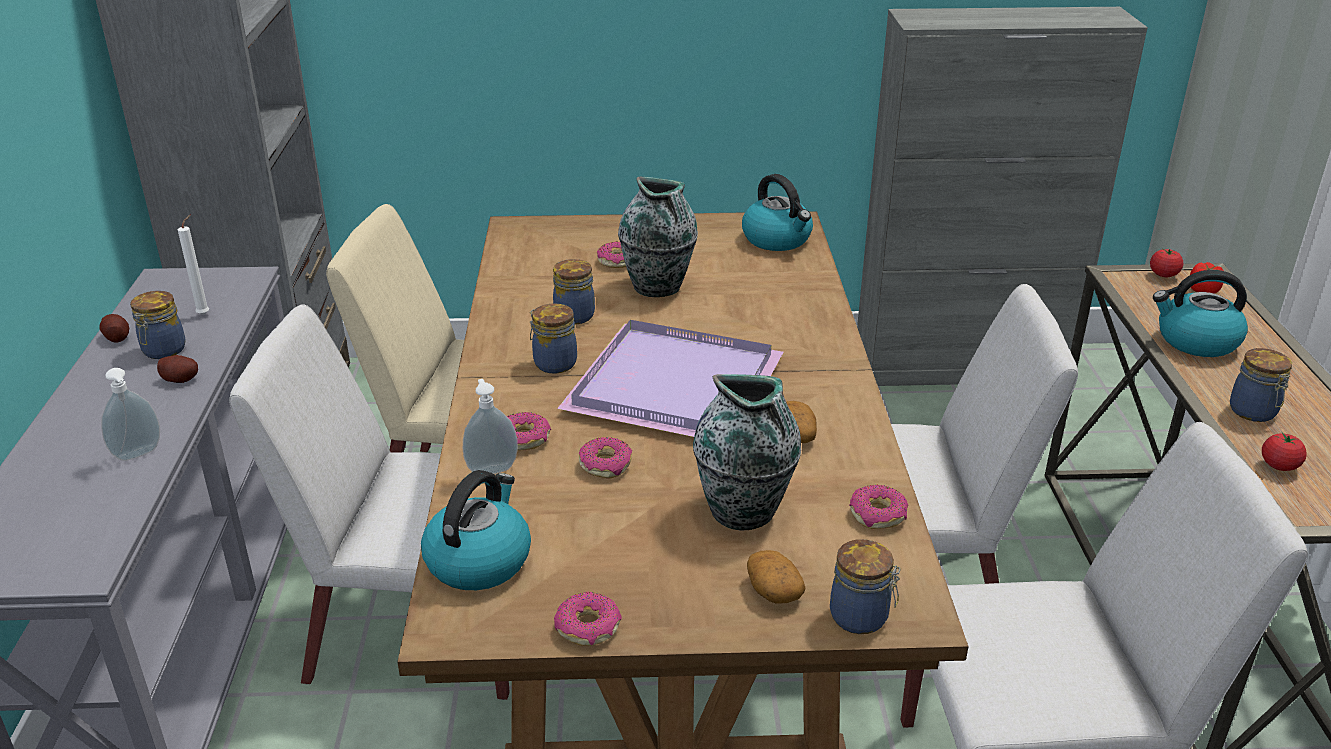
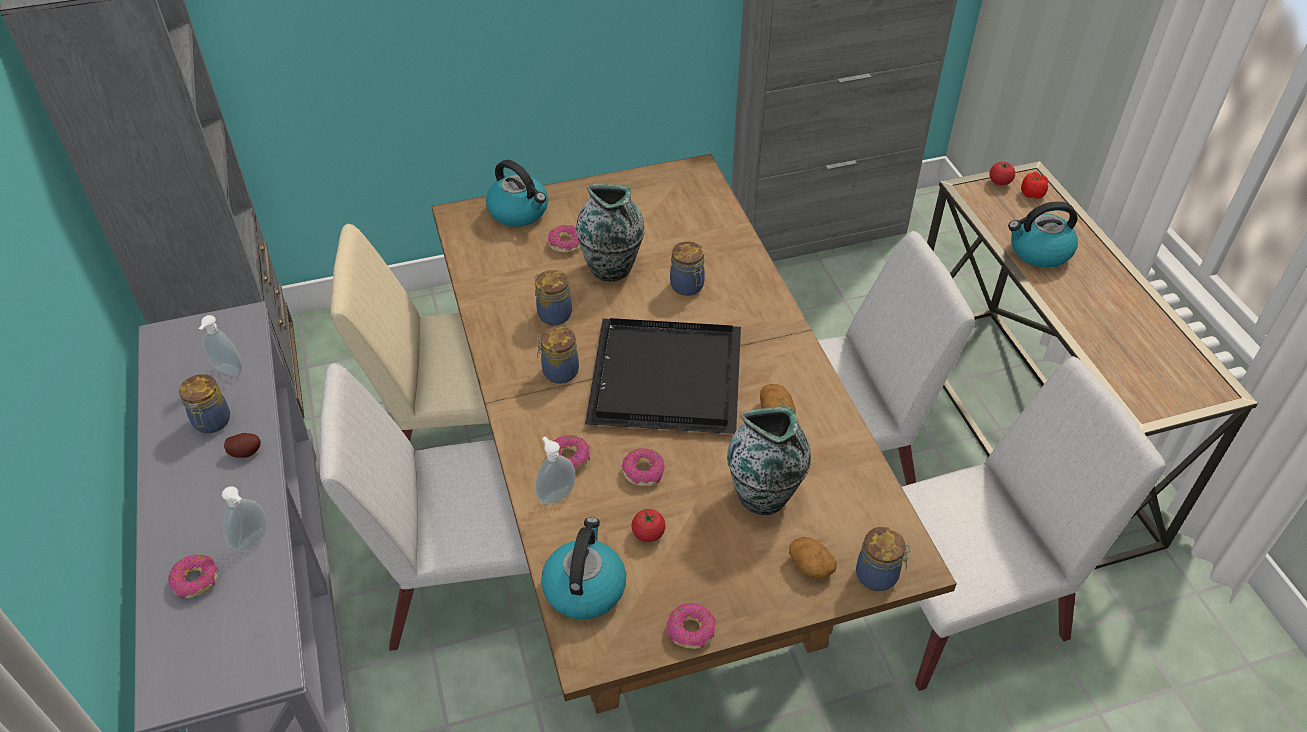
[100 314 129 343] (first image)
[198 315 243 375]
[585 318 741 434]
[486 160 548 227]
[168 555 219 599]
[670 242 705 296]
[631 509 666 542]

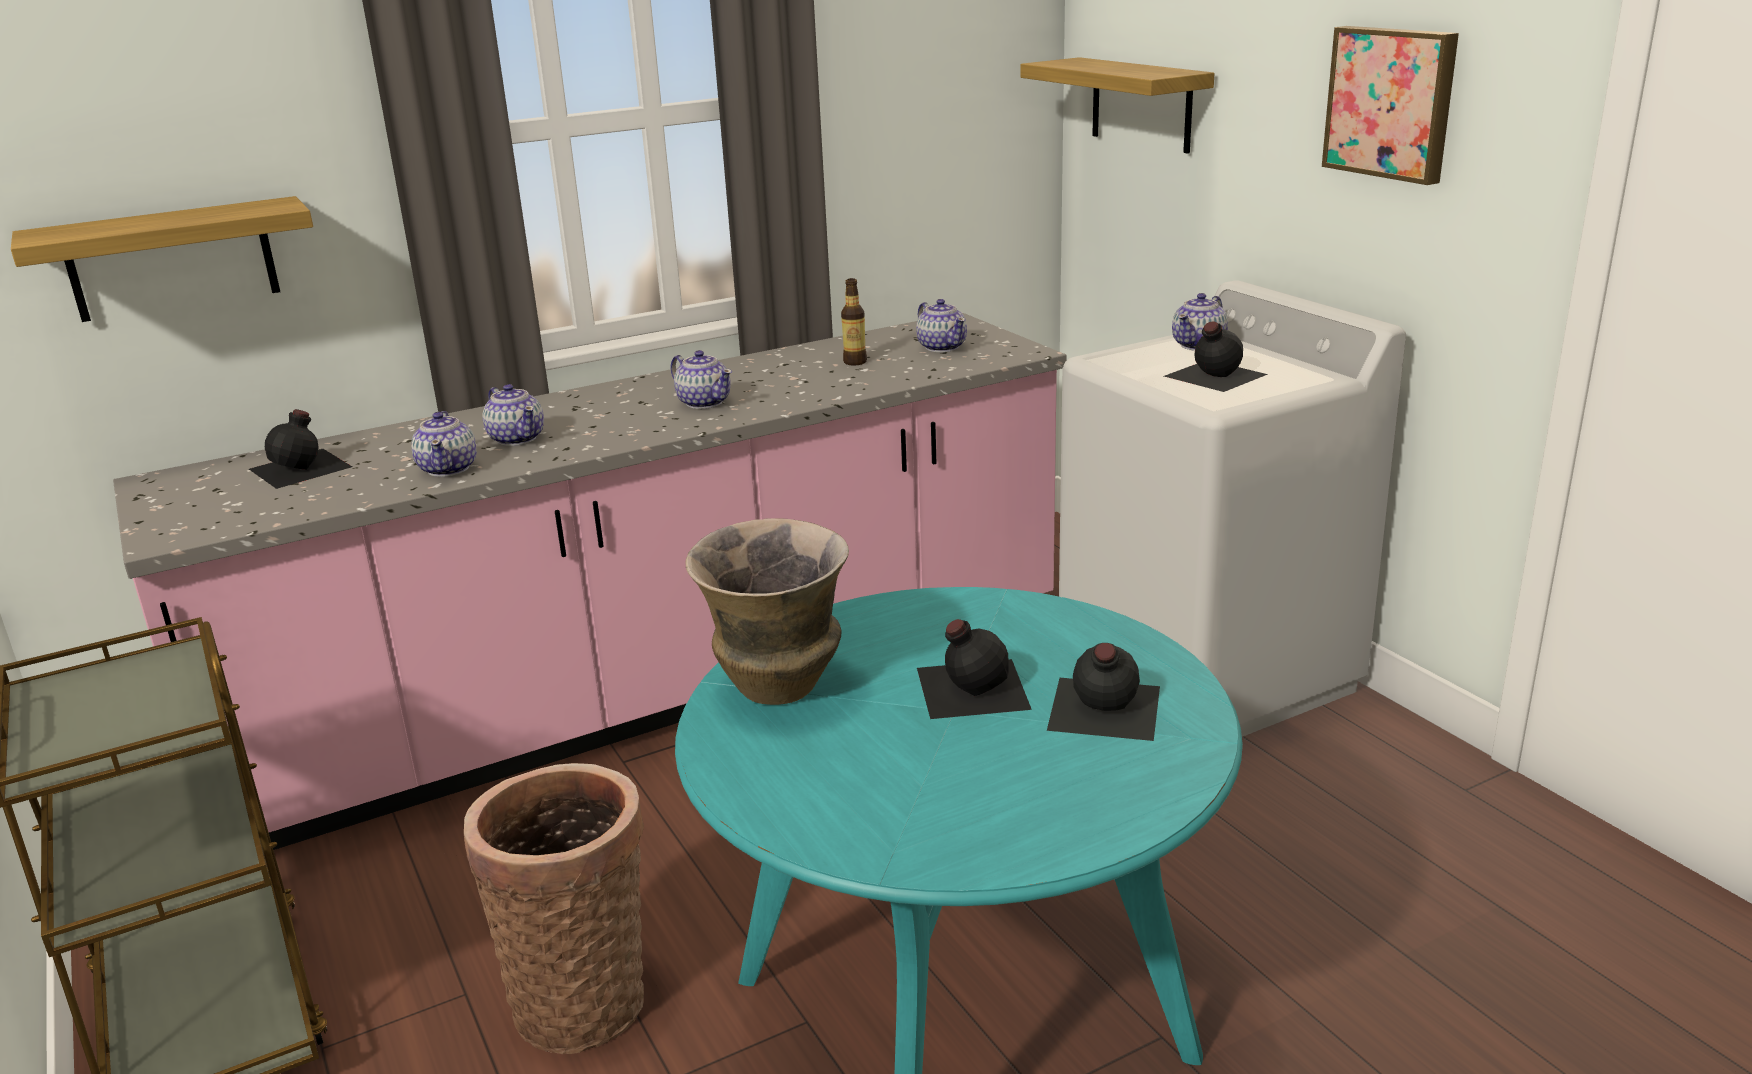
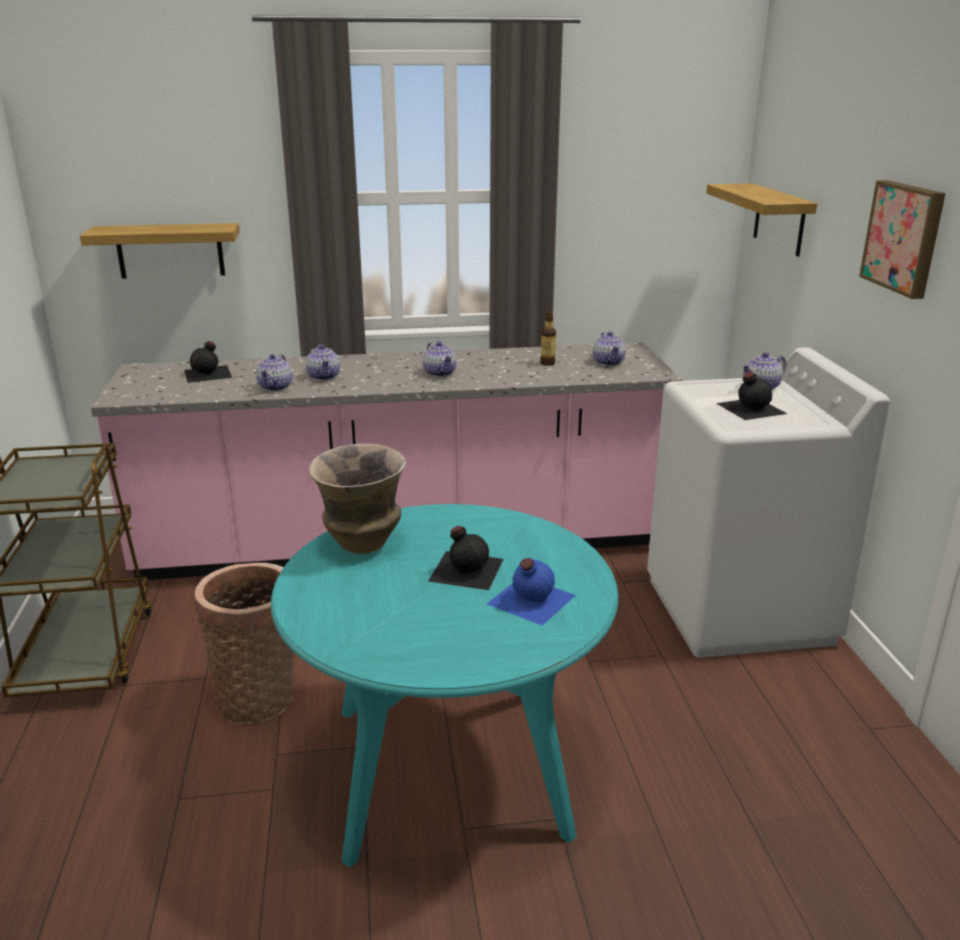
[487 558 576 626]

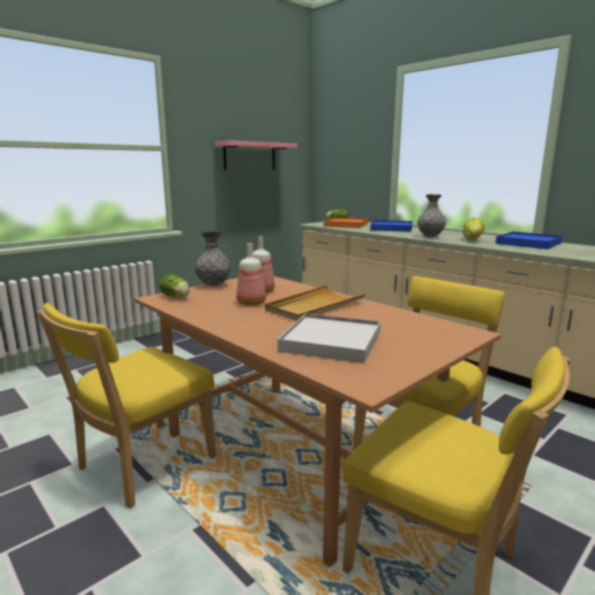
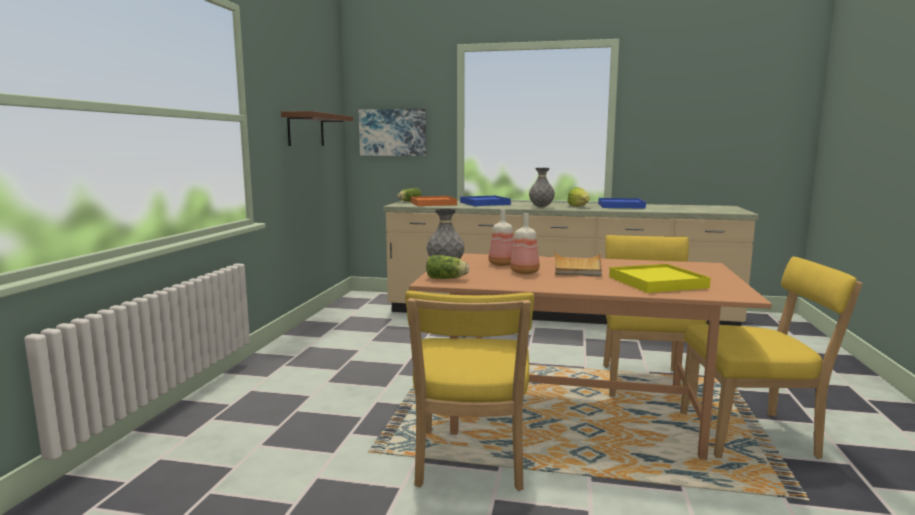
[281 111 353 146]
[609 264 711 293]
[359 109 426 156]

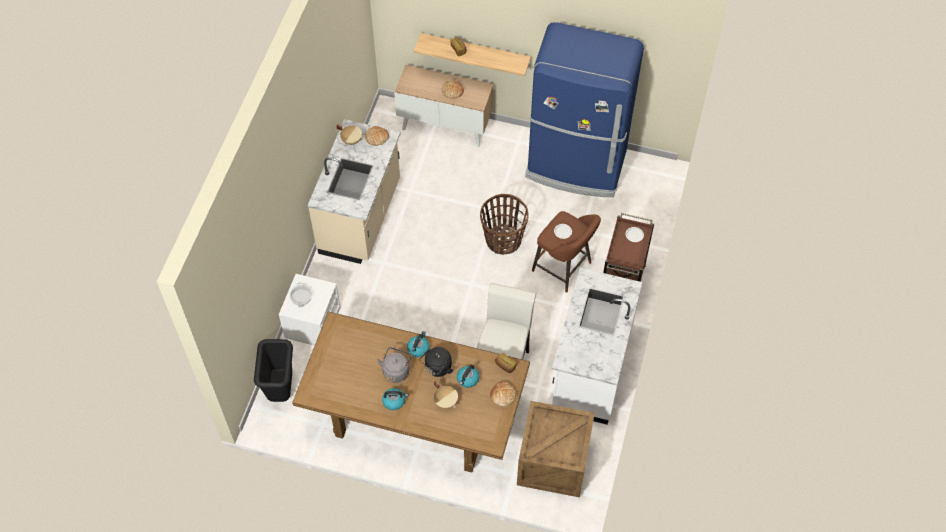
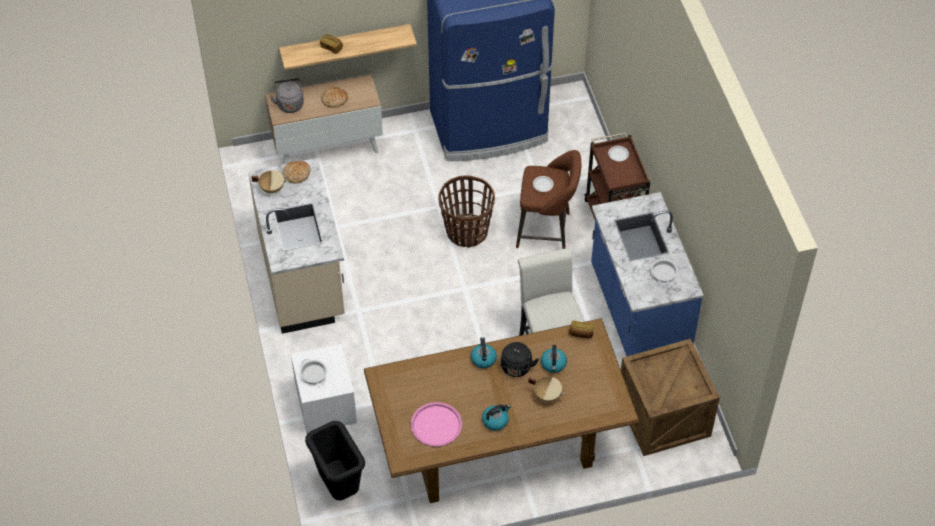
[270 78 304 113]
[490 381 516 406] (first image)
[591 192 704 356]
[411 402 462 447]
[651 256 678 284]

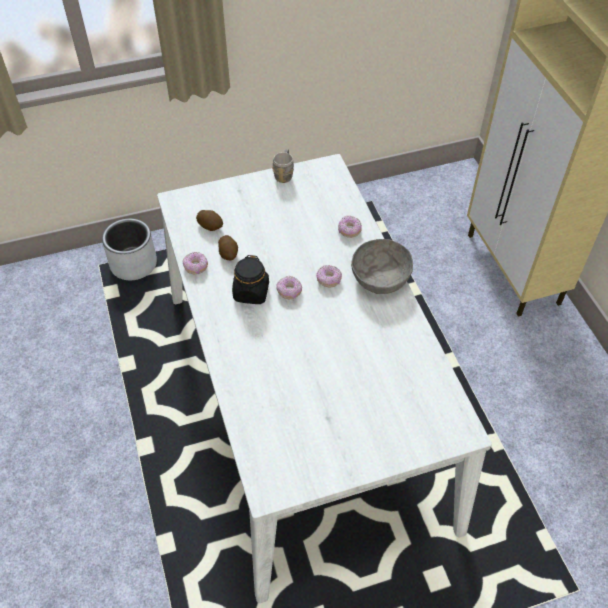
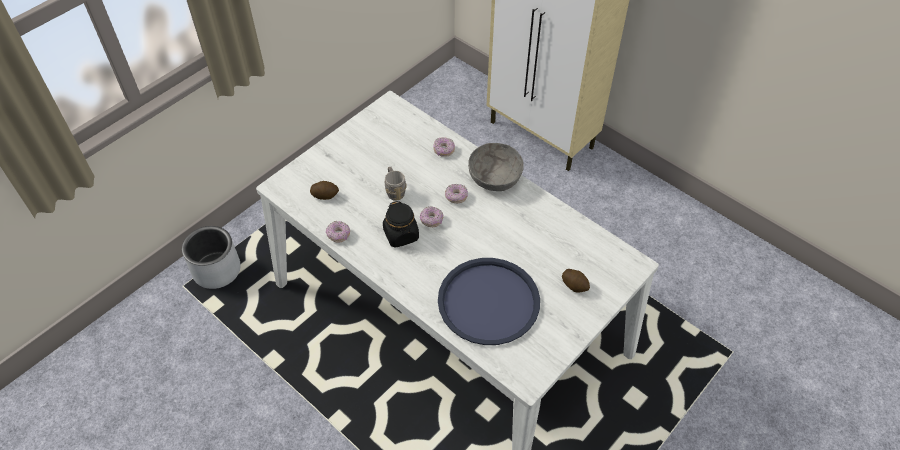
[562 269 590 293]
[385 167 407 201]
[438 258 540 345]

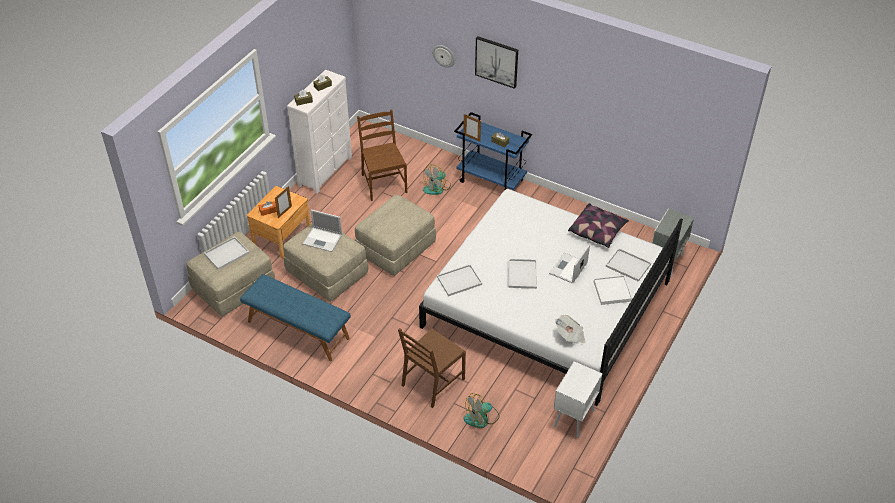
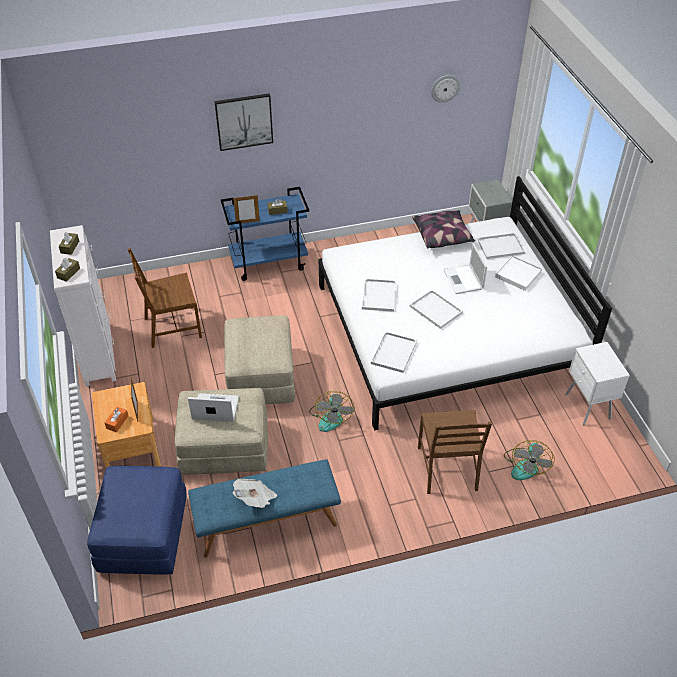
[87 466 187 575]
[362 279 396 312]
[188 393 239 422]
[128 248 202 348]
[309 391 355 432]
[431 75 461 103]
[232 479 277 508]

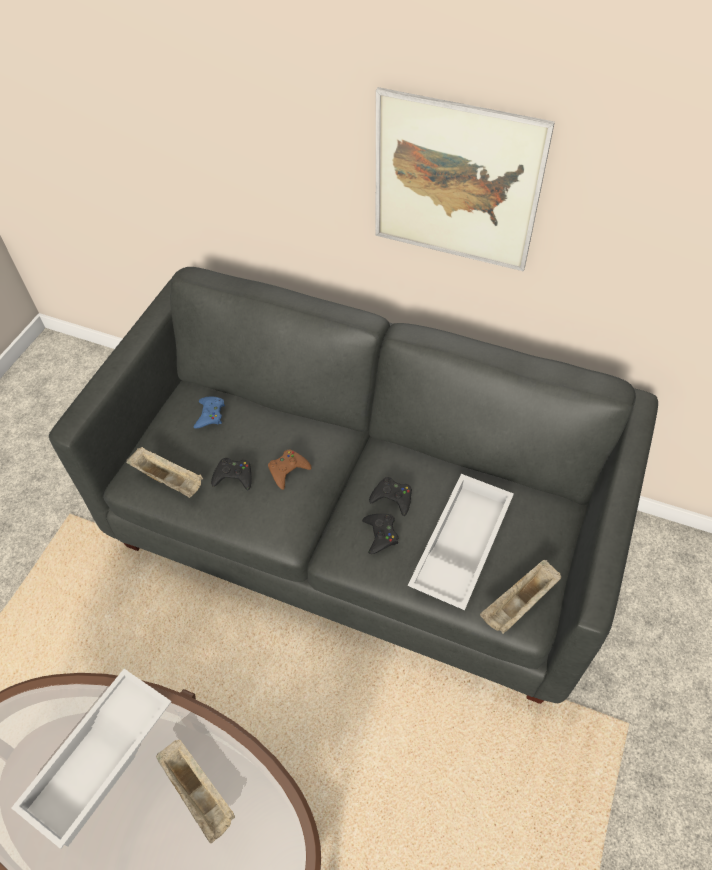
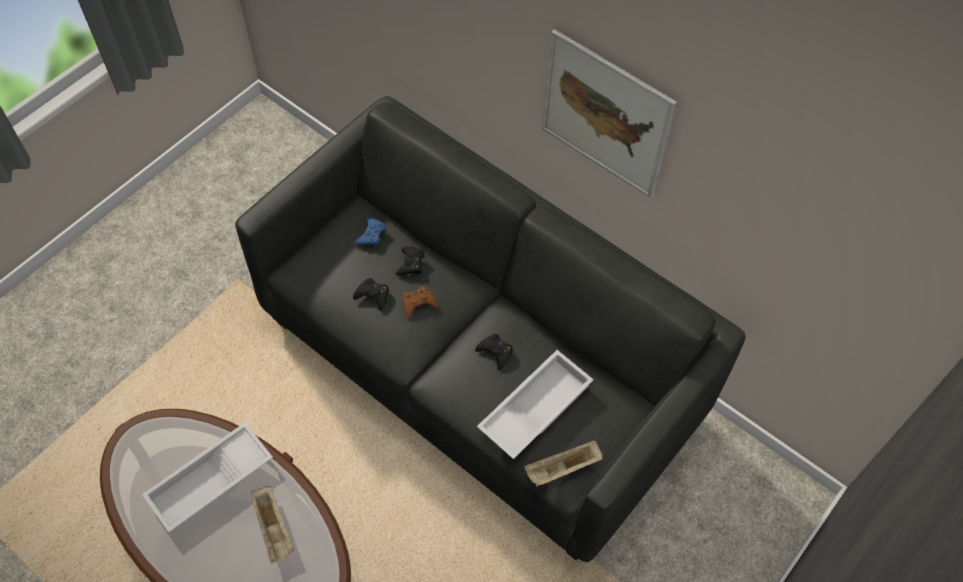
[126 447 203 498] (first image)
[396 247 425 275]

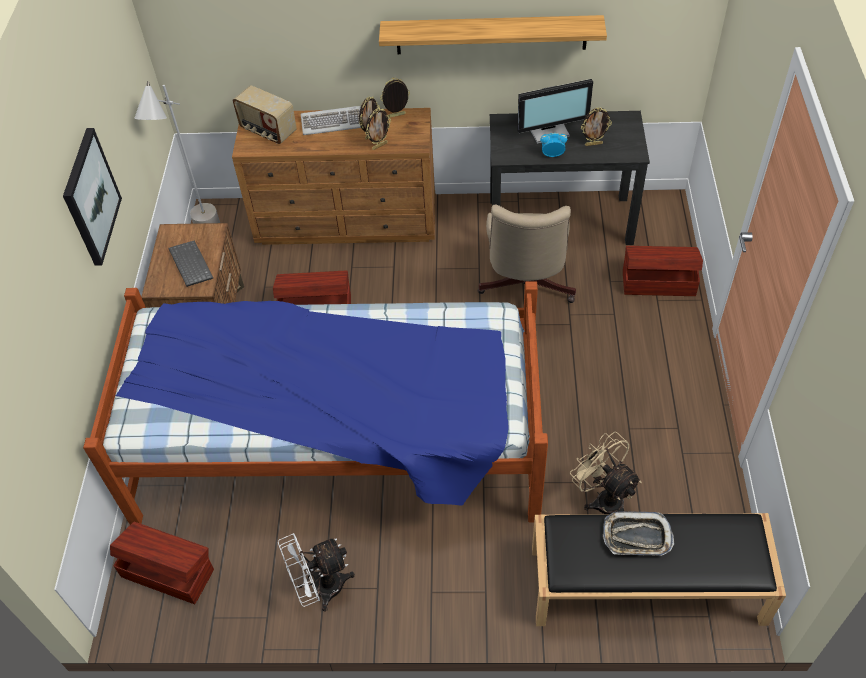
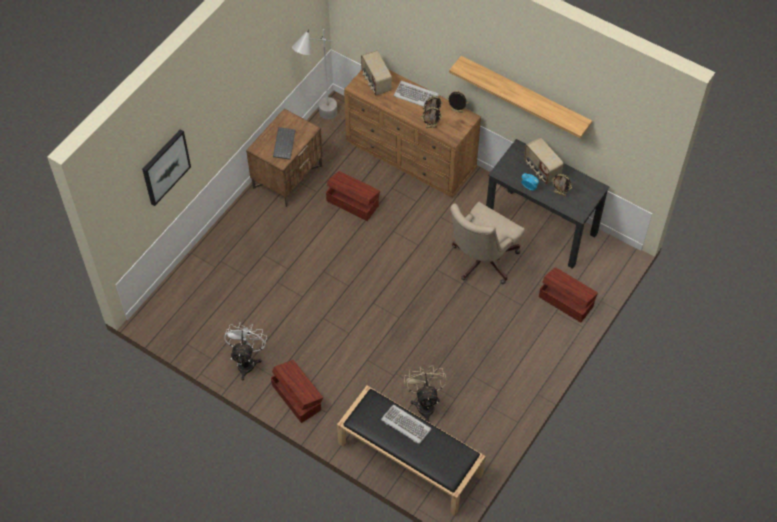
[142 129 191 206]
[83 281 548 525] (first image)
[271 360 323 423]
[224 322 267 381]
[524 138 564 184]
[381 405 431 444]

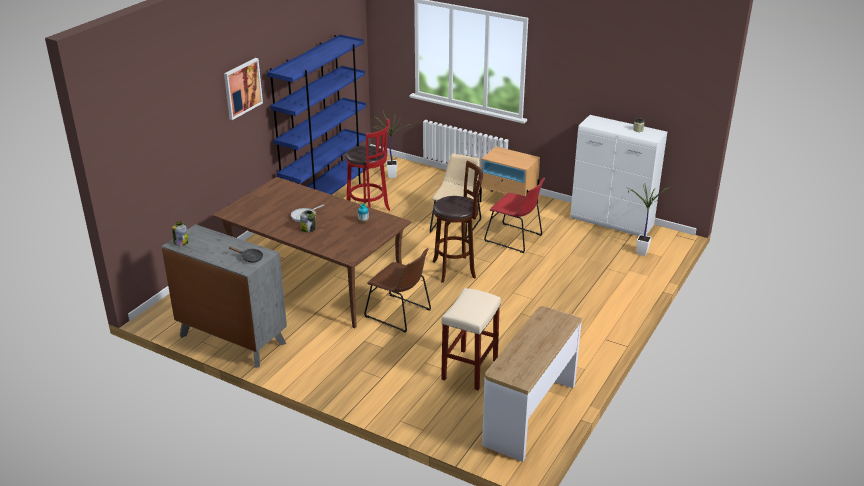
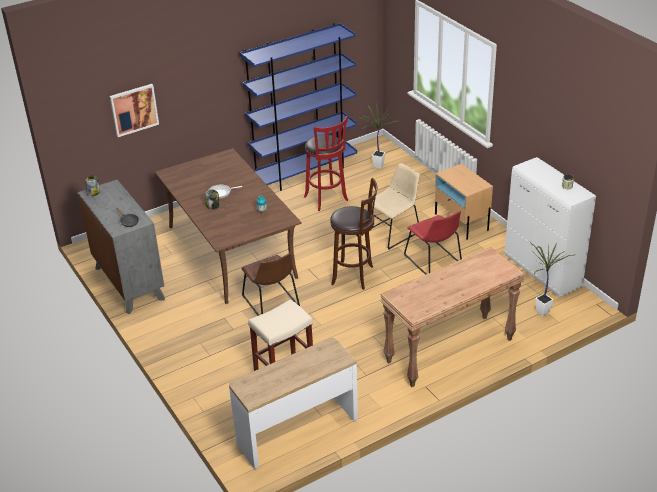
[110 84 159 137]
[380 247 525 387]

